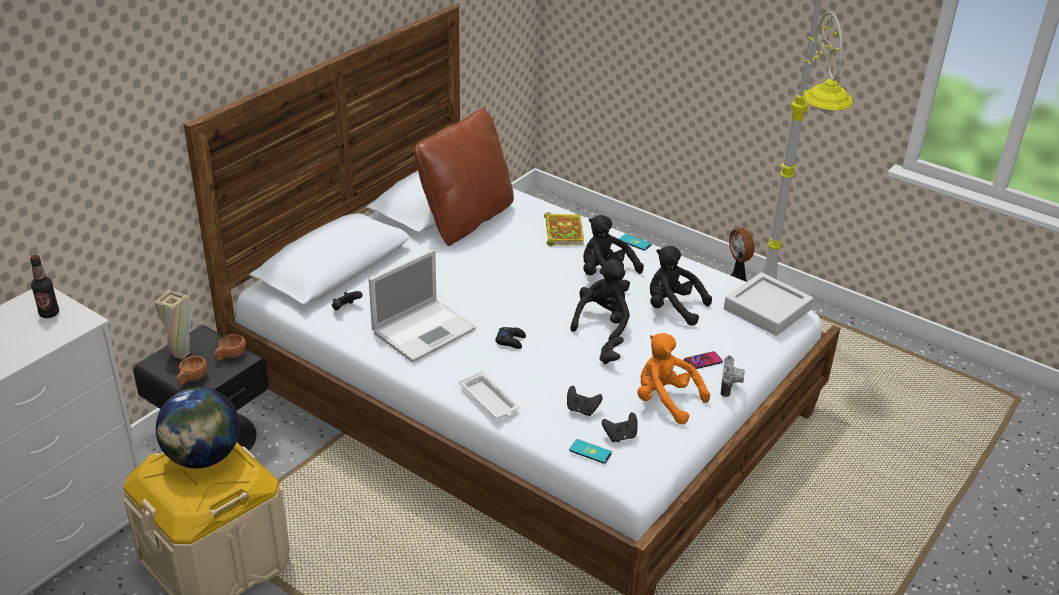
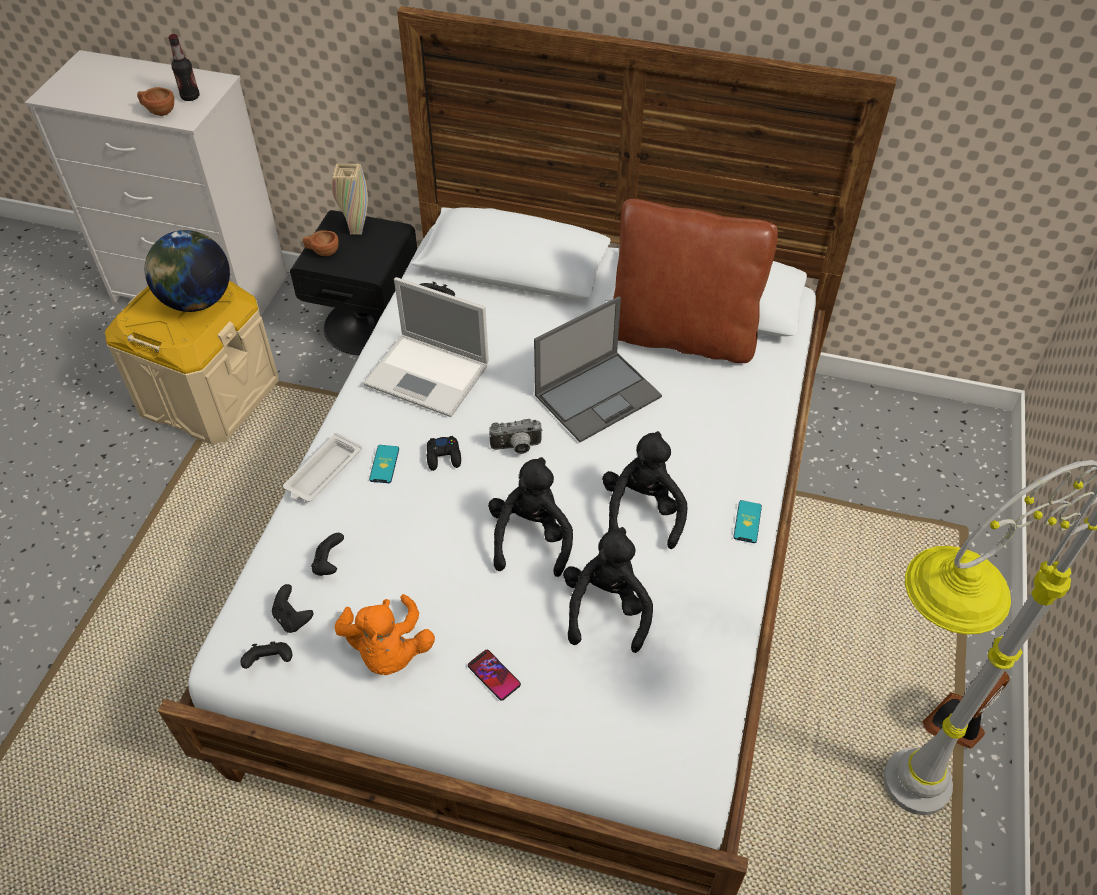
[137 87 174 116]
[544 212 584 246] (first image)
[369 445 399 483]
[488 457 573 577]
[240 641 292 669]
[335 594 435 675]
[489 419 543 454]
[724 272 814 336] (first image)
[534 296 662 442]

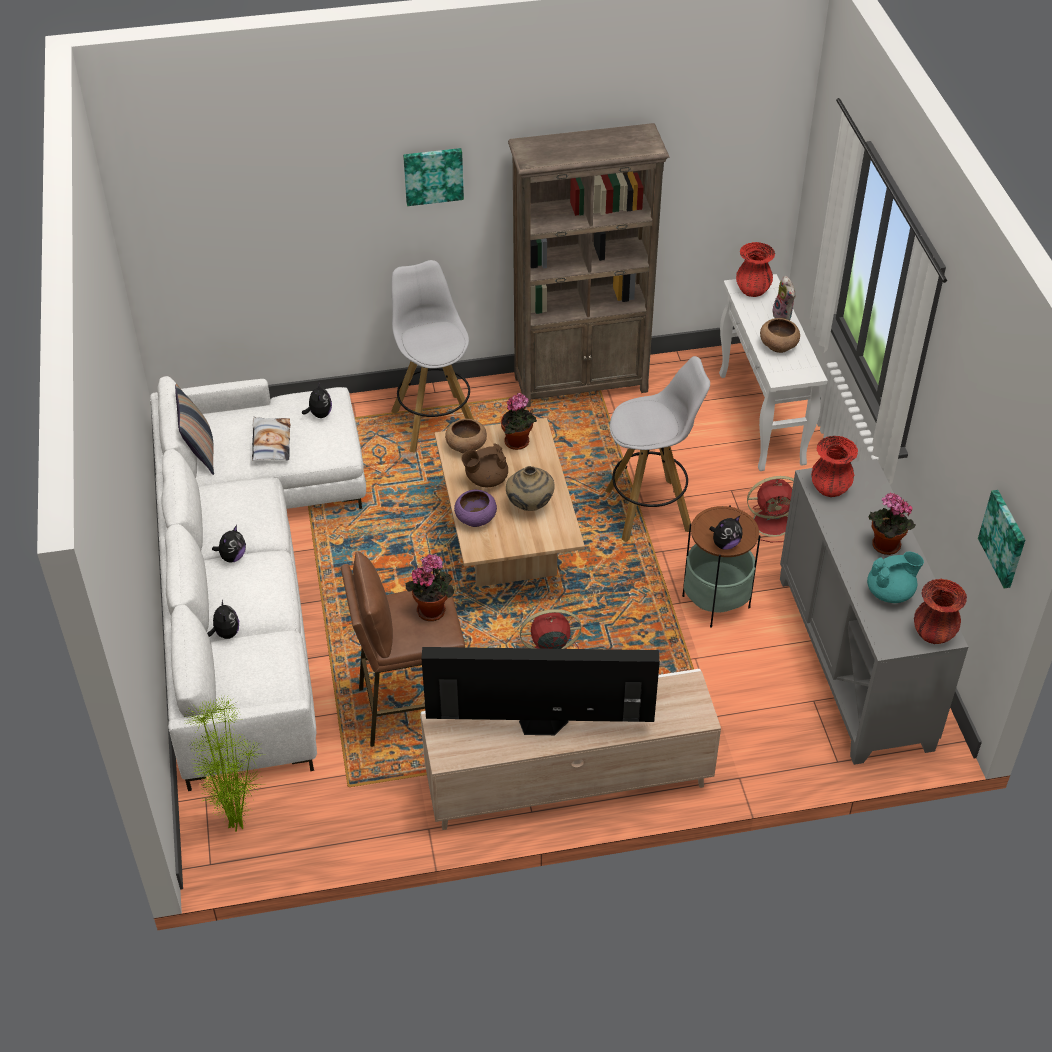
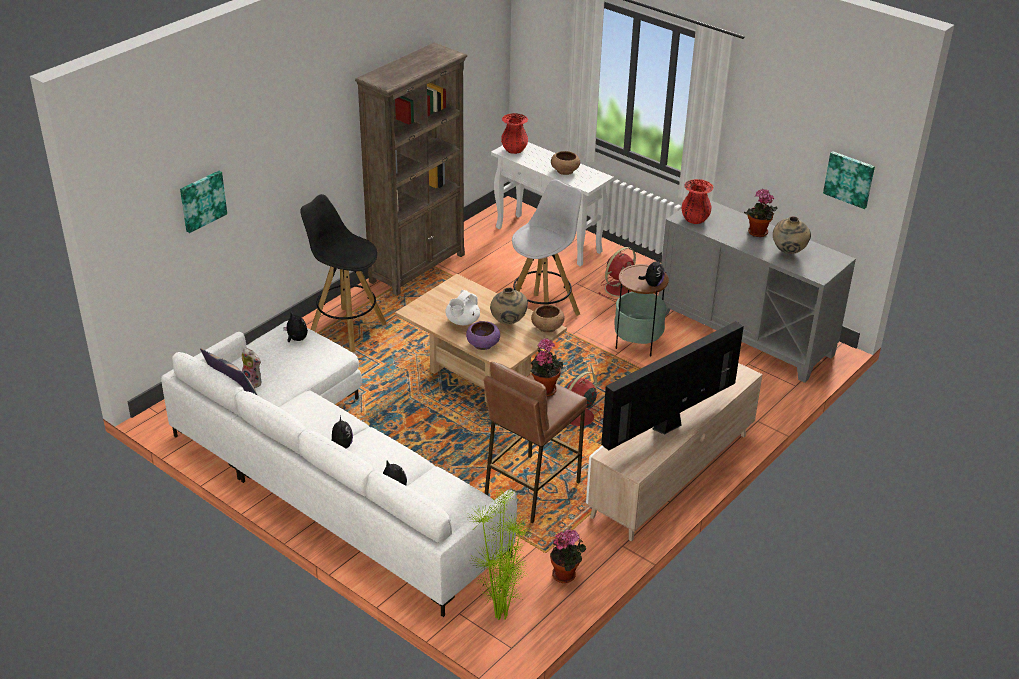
[252 417 290 461] (first image)
[300 194 387 352]
[180 171 227 233]
[531 305 565 333]
[445 290 480 325]
[550 529 586 583]
[242 348 261 388]
[773 216 811 254]
[914 579 967 644] (first image)

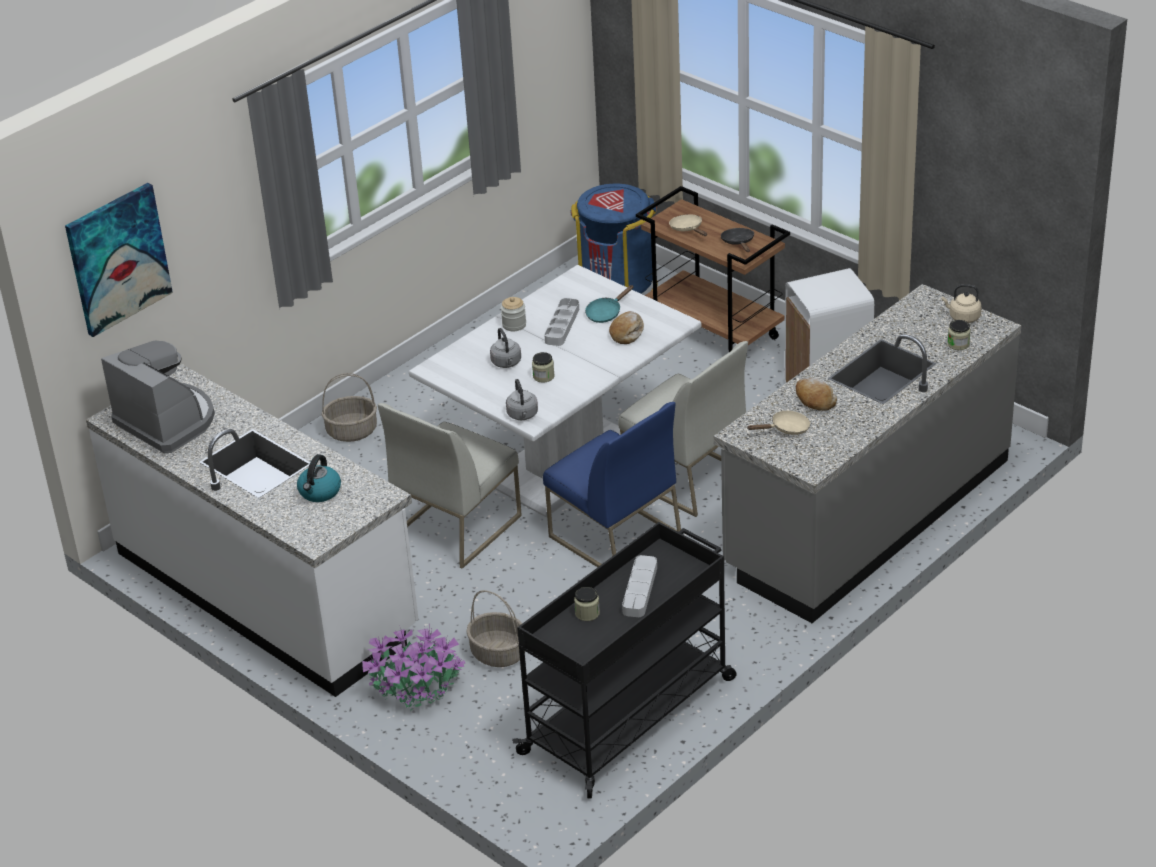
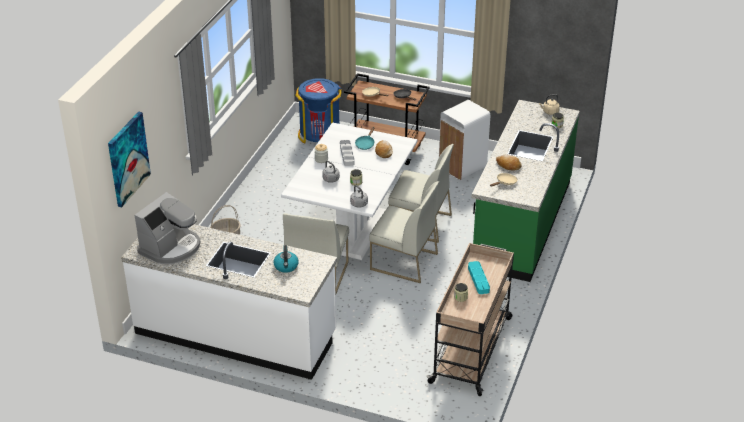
[134 192 201 265]
[362 625 465 711] (first image)
[466 590 522 667] (first image)
[426 243 514 396]
[369 181 439 283]
[468 261 490 294]
[471 100 579 282]

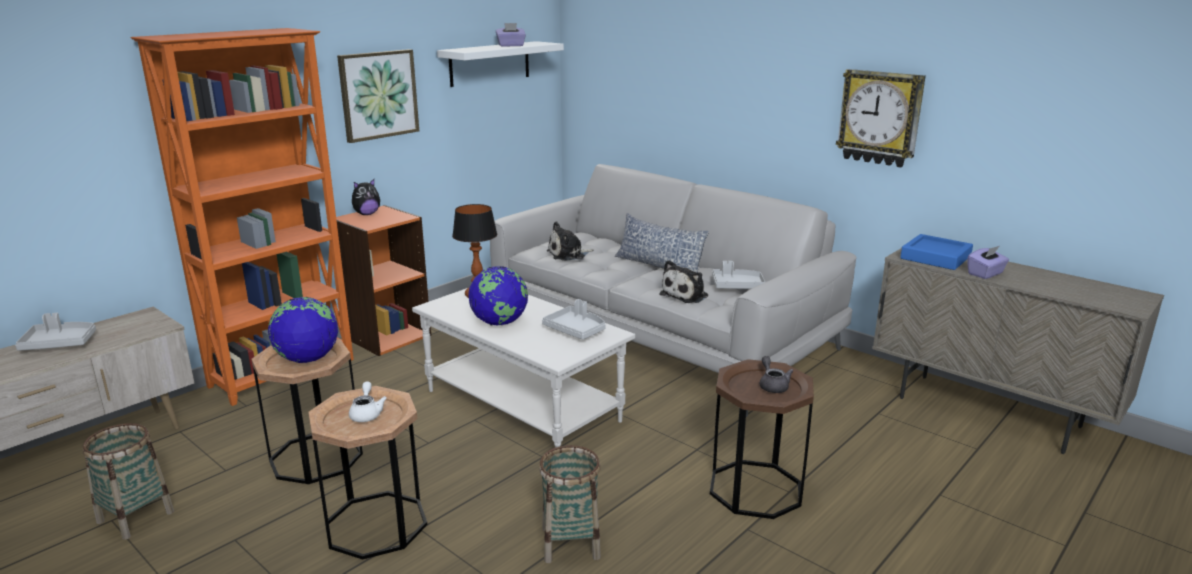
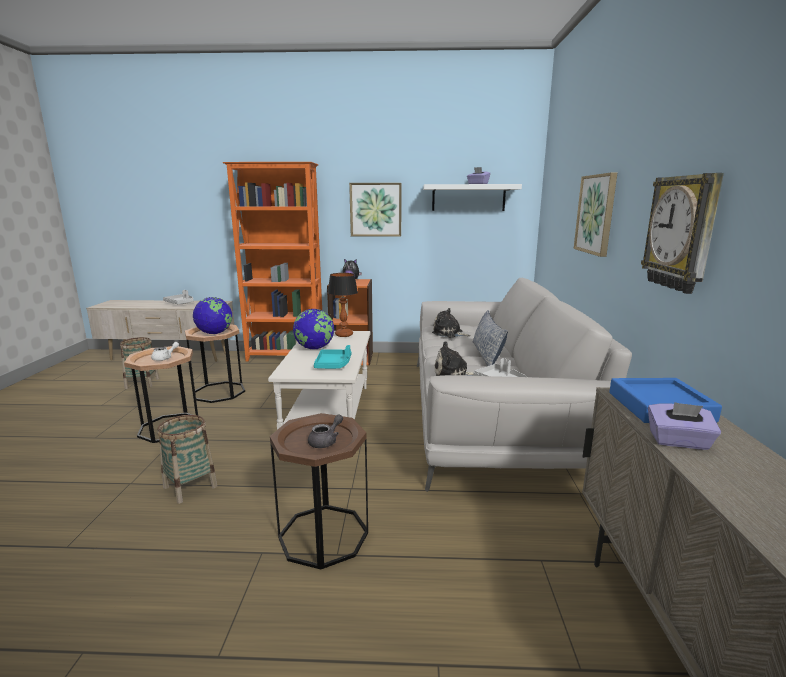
[314 345 351 369]
[574 172 617 257]

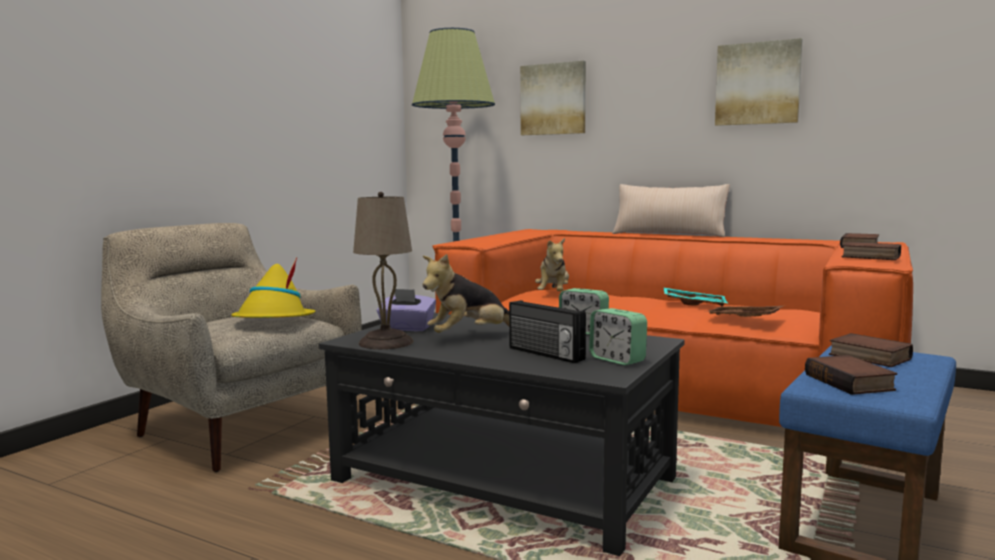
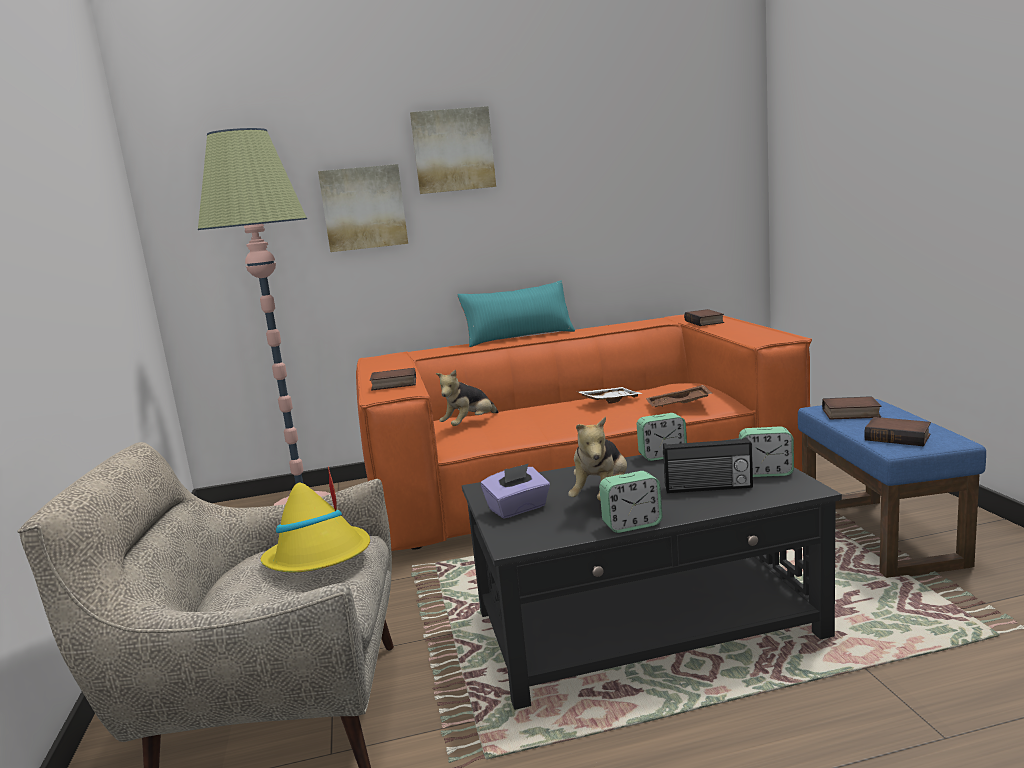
[353 192 413 349] (first image)
[436 369 498 426]
[457 280 575 347]
[579 387 643 403]
[410 106 496 194]
[370 368 416 390]
[599 471 662 533]

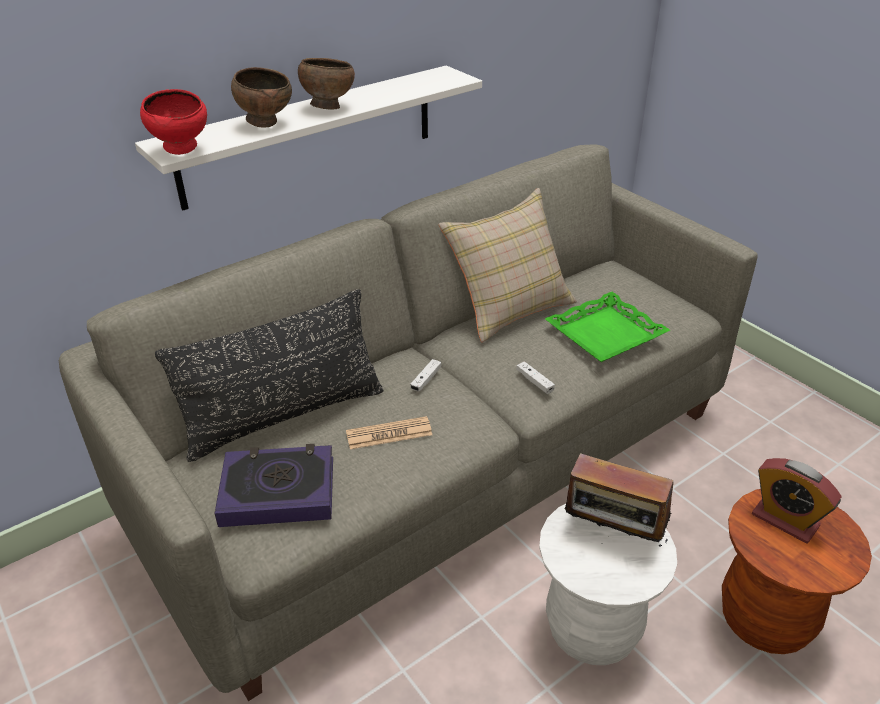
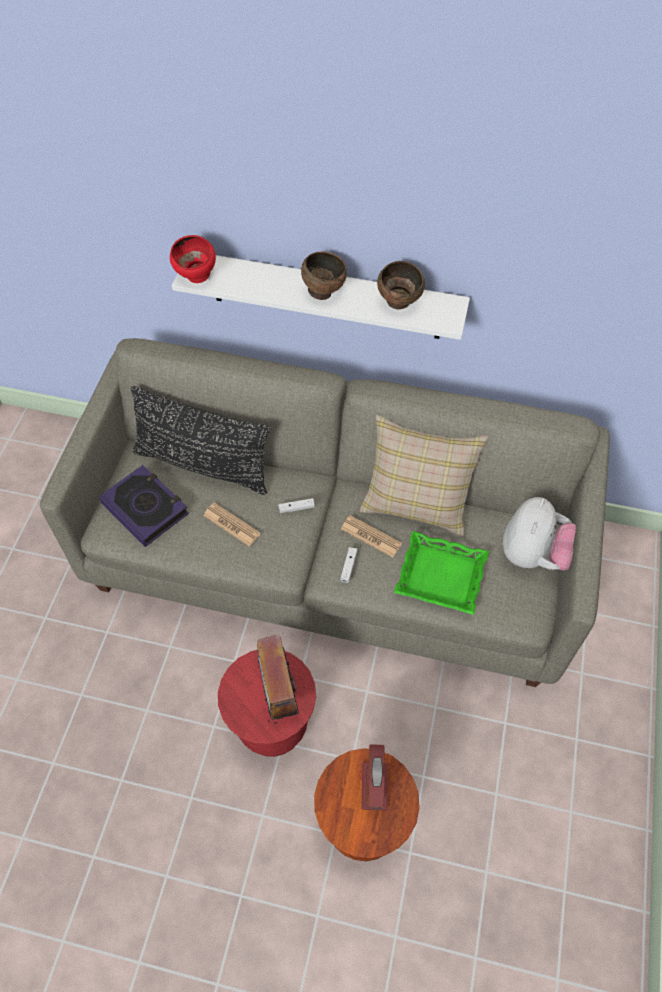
[377 261 425 310]
[218 650 316 757]
[341 515 402 558]
[503 497 576 571]

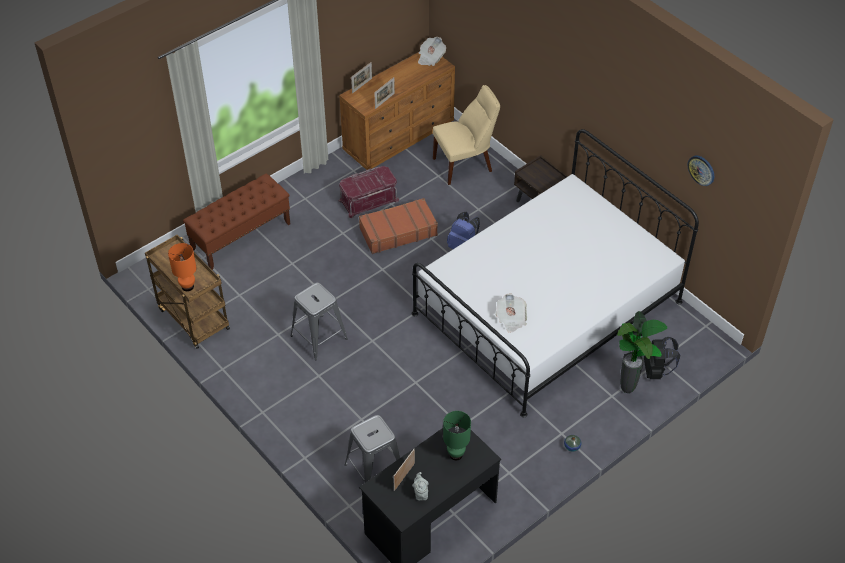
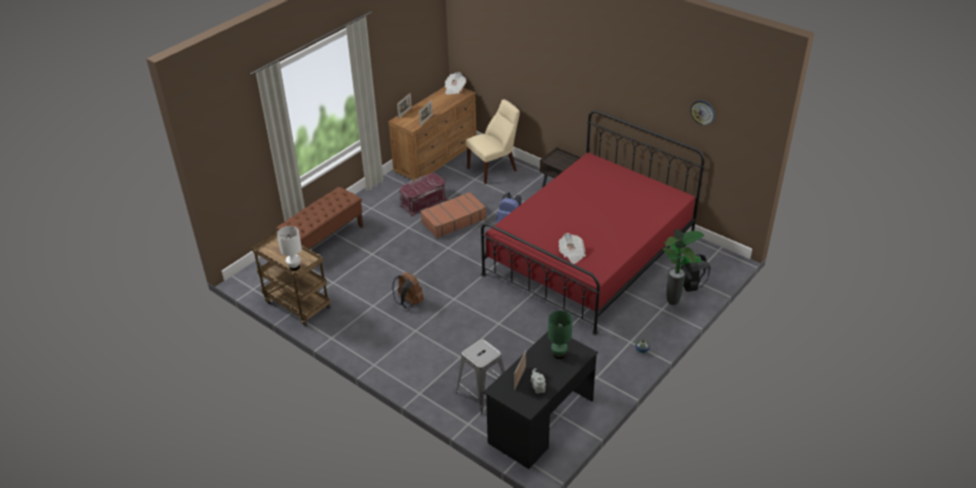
[277 226 302 271]
[392 272 424 308]
[481 110 705 335]

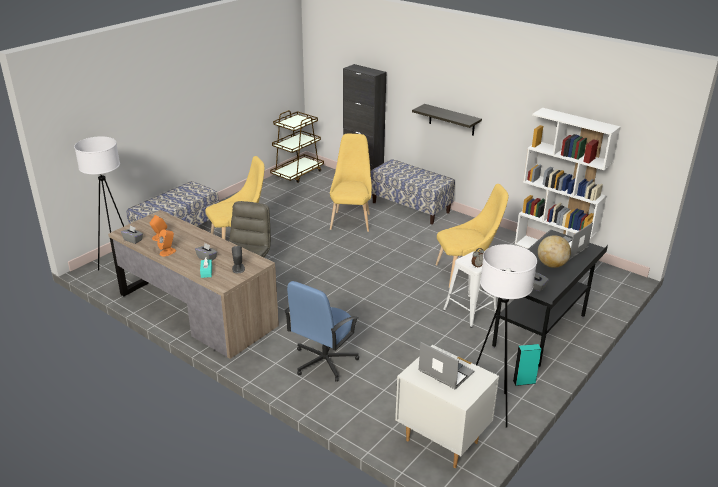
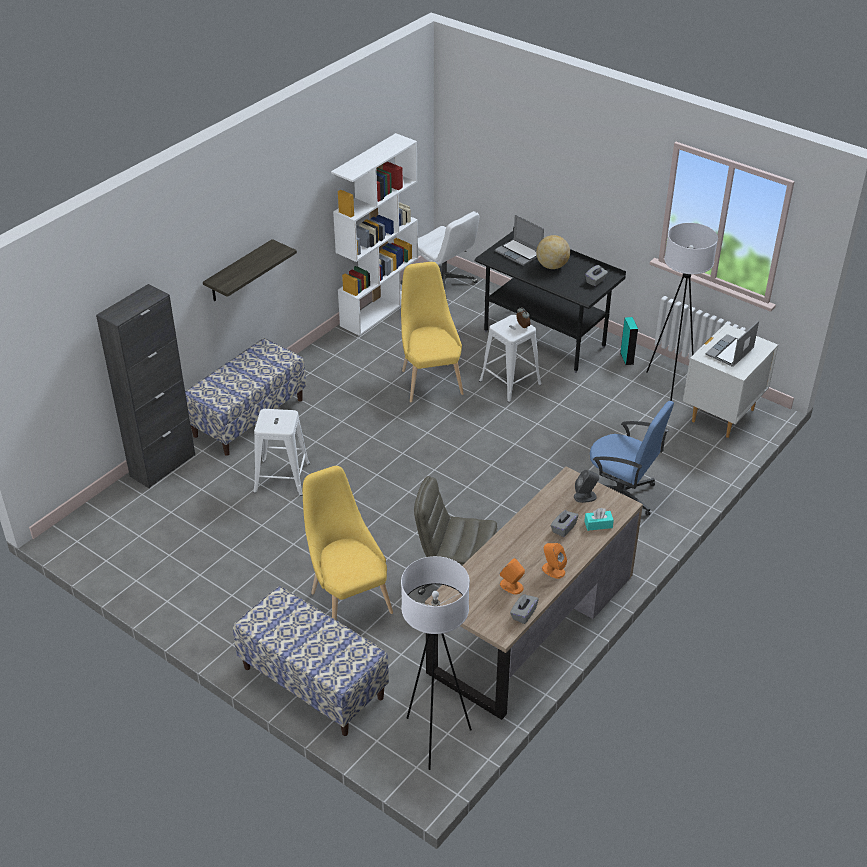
[270 110 324 183] (first image)
[253 409 310 496]
[418 211 479 299]

